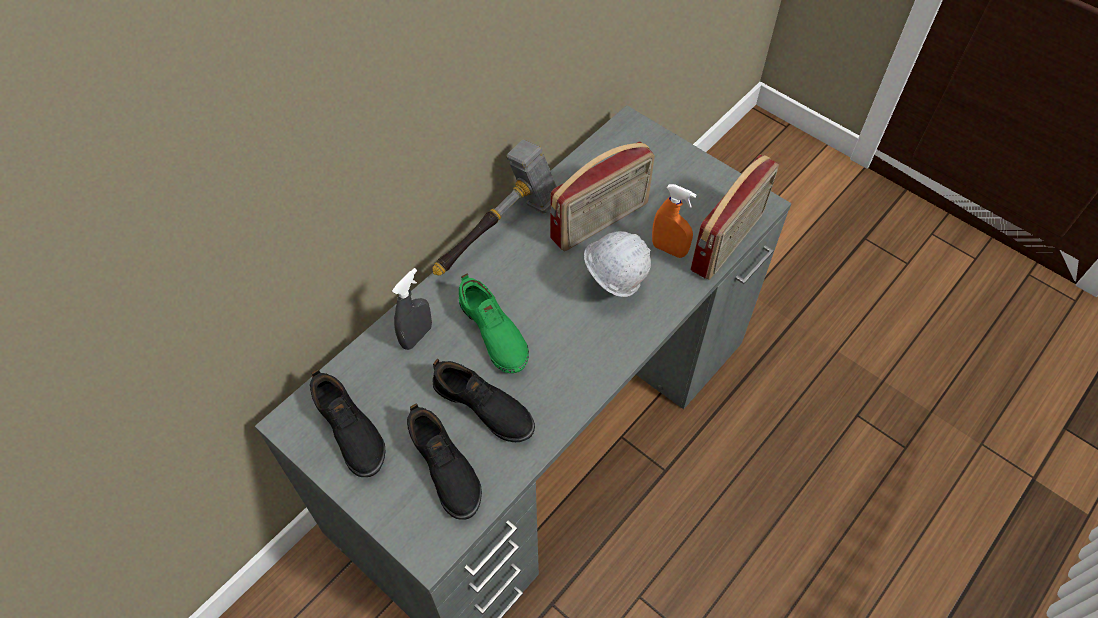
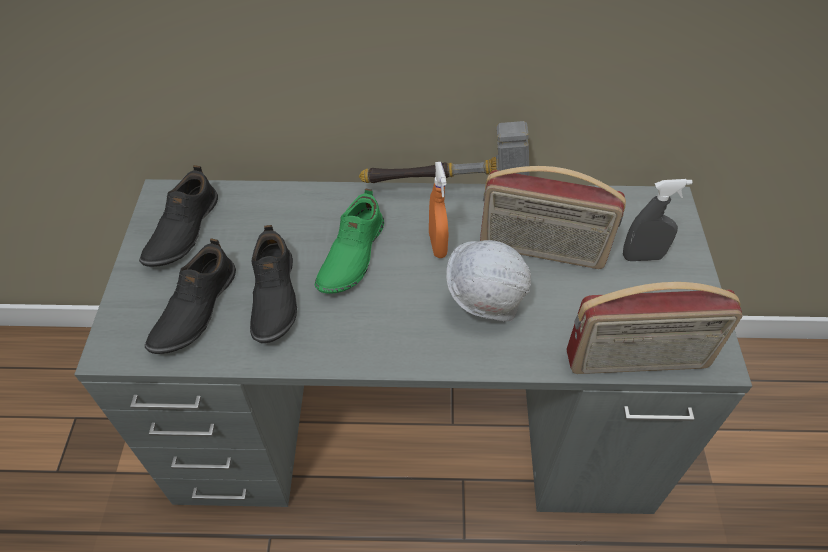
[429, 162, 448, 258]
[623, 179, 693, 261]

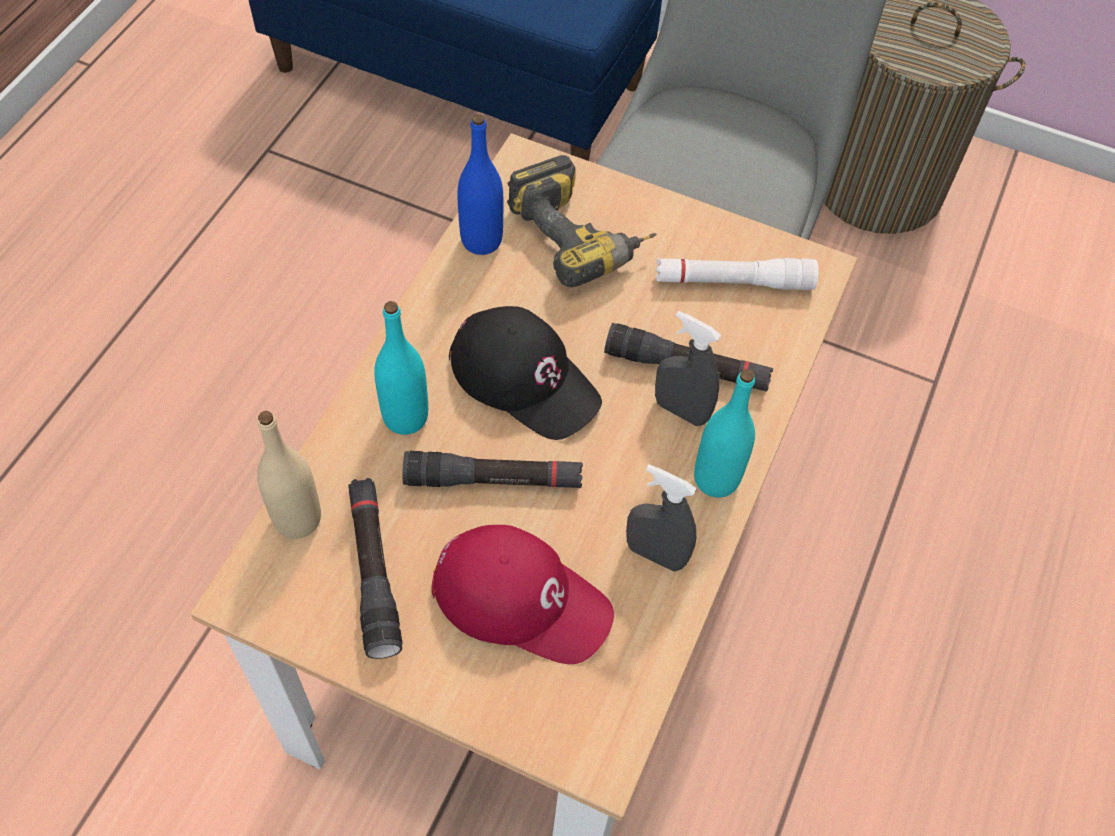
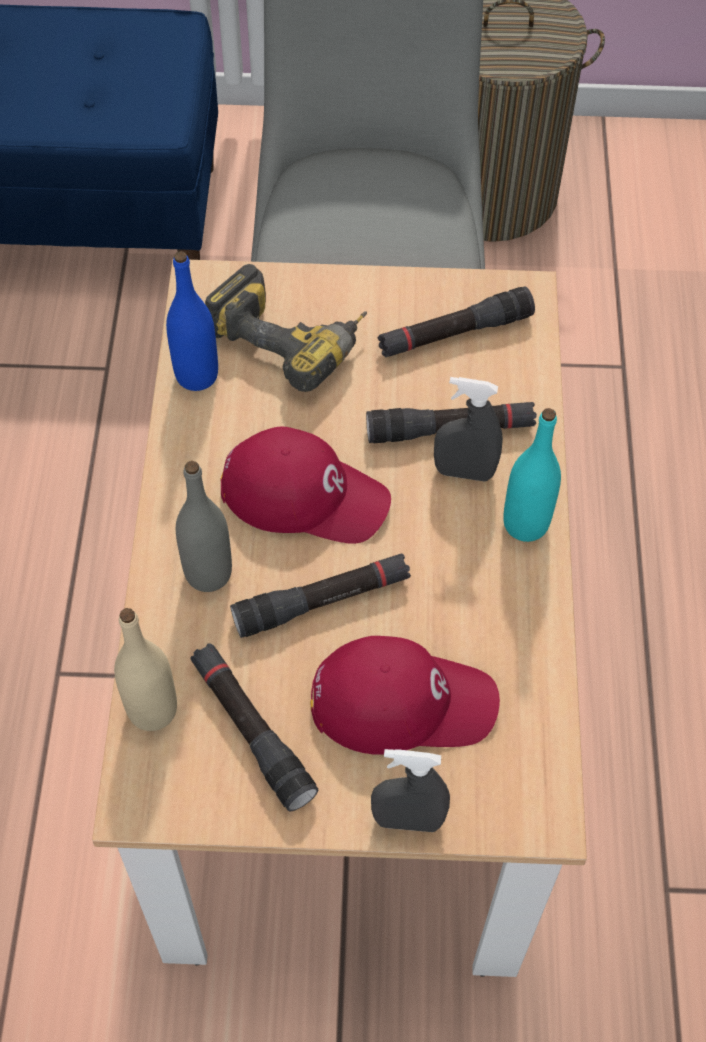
[378, 286, 535, 358]
[176, 461, 232, 592]
[221, 426, 391, 544]
[371, 749, 450, 832]

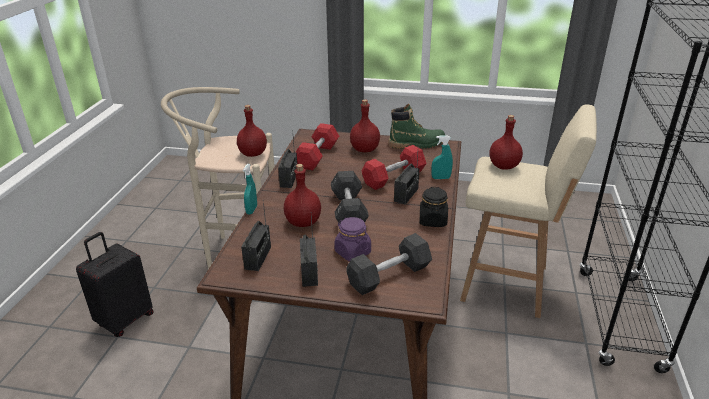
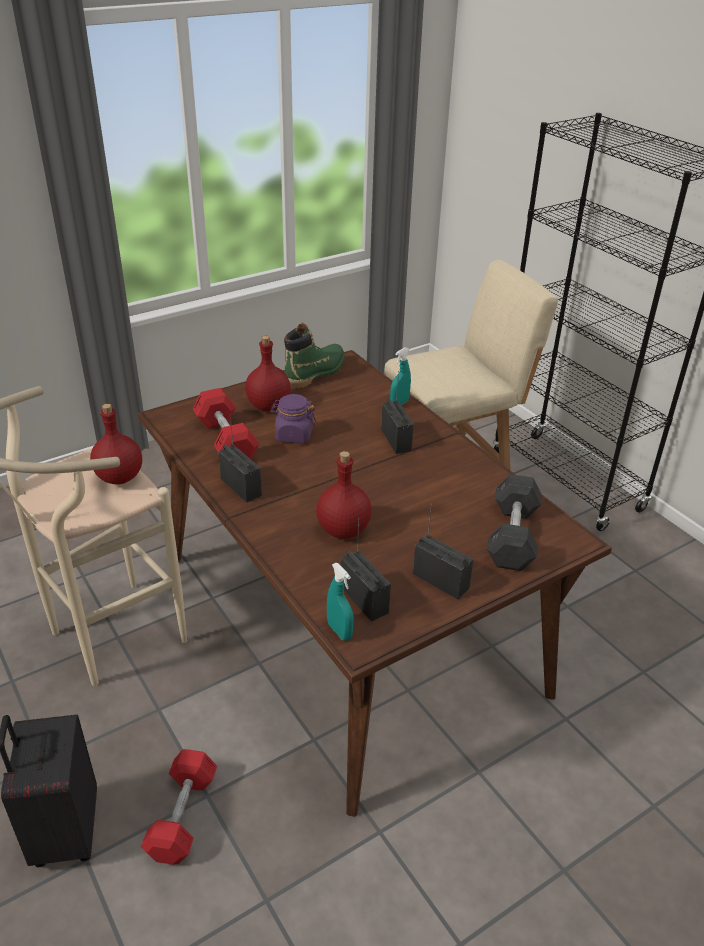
[489, 115, 523, 170] (first image)
[141, 749, 217, 865]
[327, 563, 354, 641]
[331, 171, 369, 224] (first image)
[420, 187, 448, 227] (first image)
[270, 394, 316, 443]

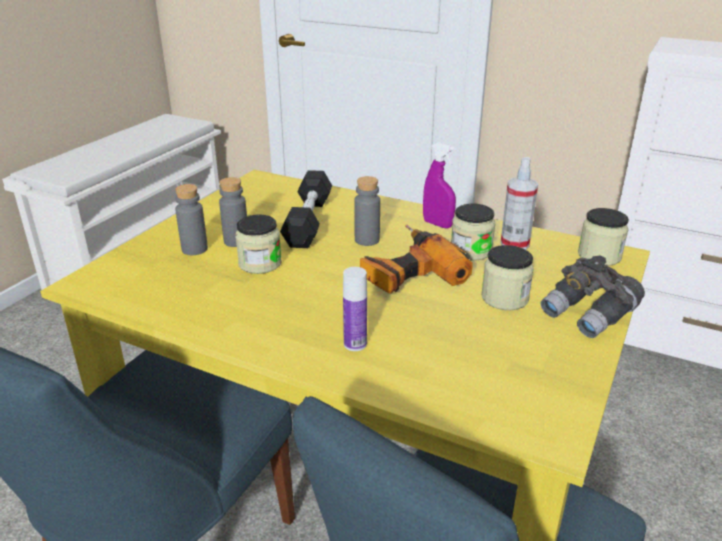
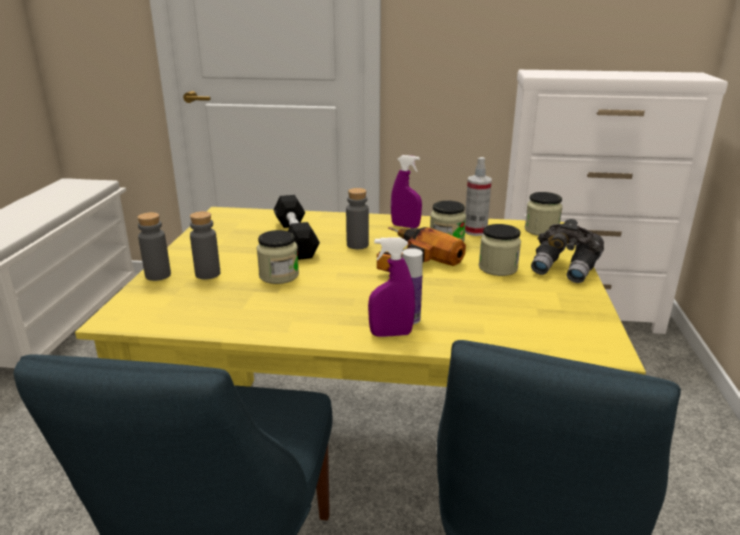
[137, 212, 171, 281]
[368, 237, 415, 337]

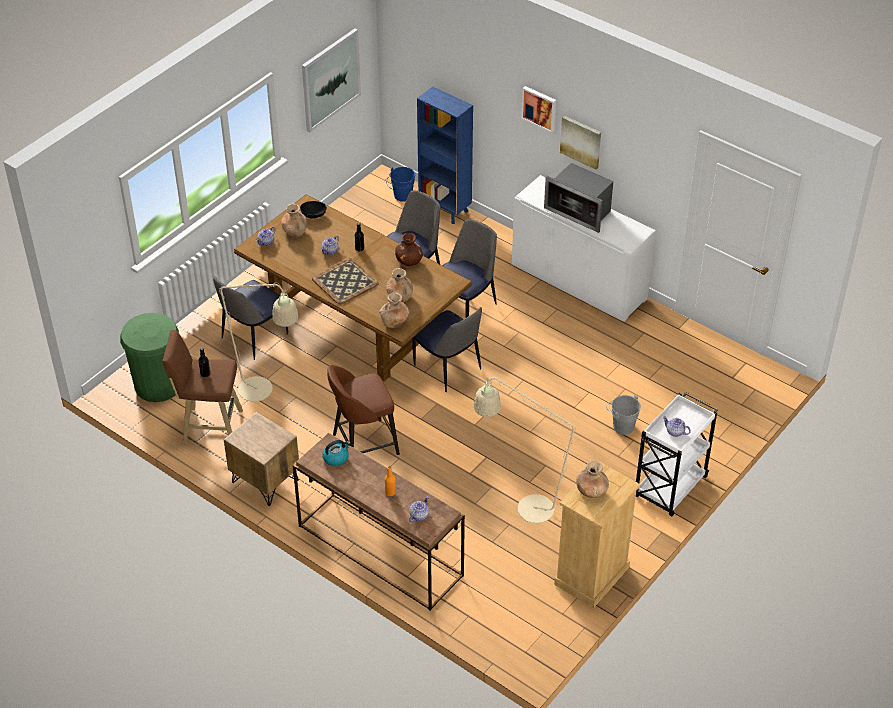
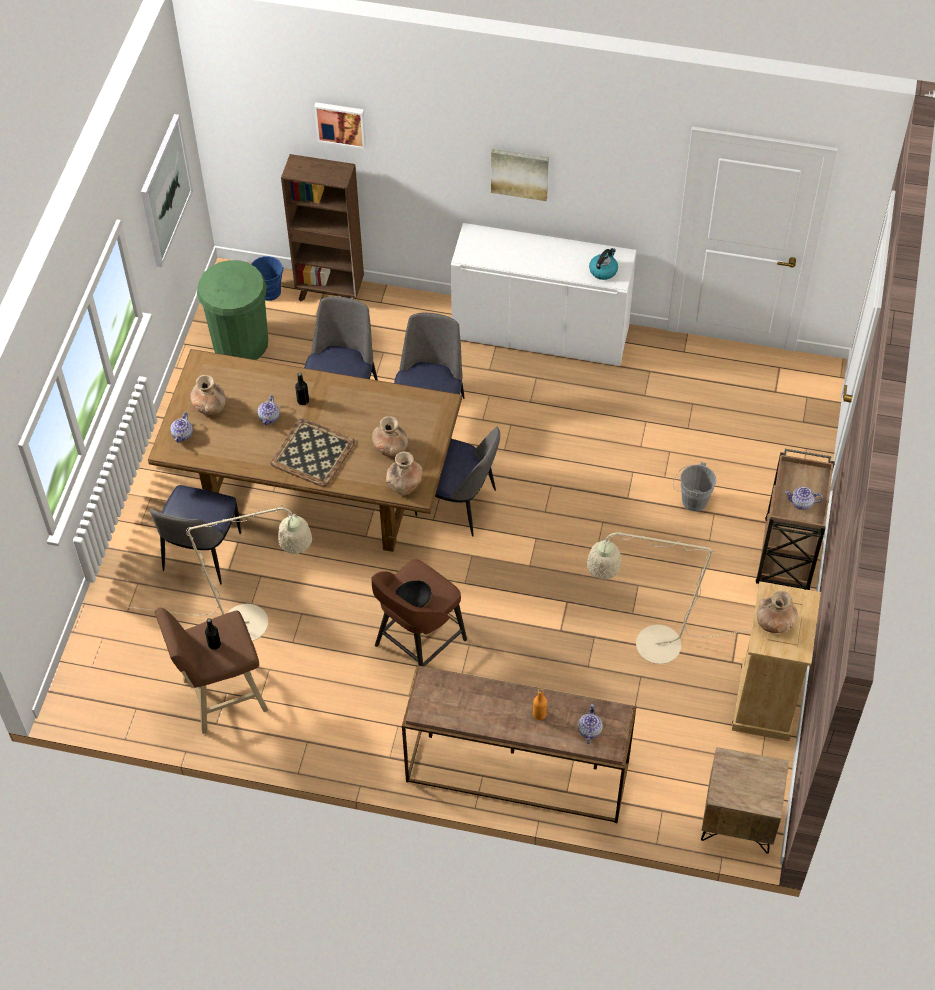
[281, 154, 364, 301]
[314, 102, 366, 149]
[544, 163, 613, 233] (first image)
[395, 580, 431, 608]
[395, 233, 423, 266] (first image)
[197, 260, 268, 360]
[756, 449, 835, 590]
[701, 747, 789, 853]
[589, 248, 618, 280]

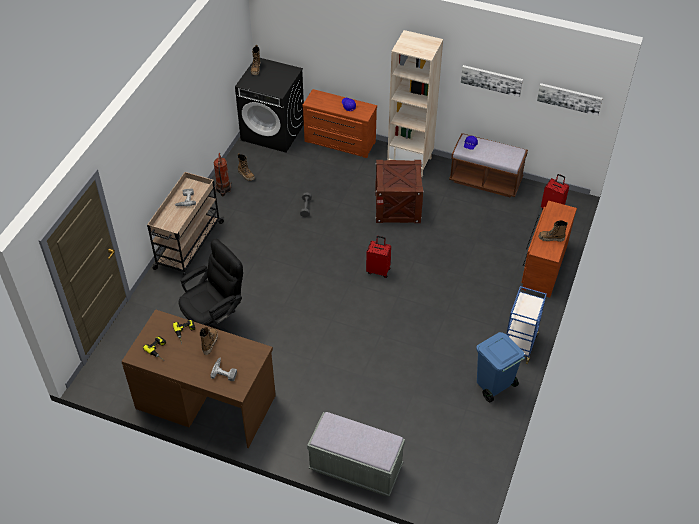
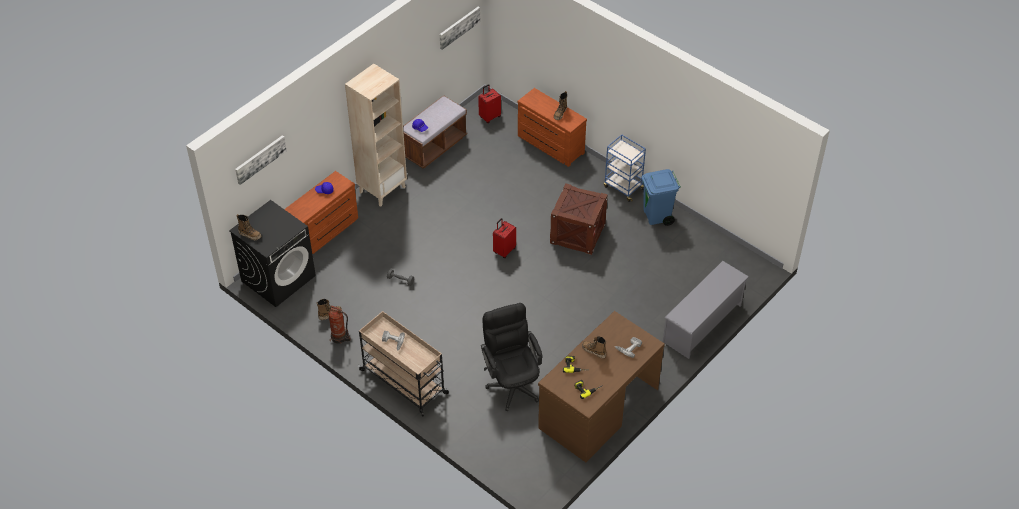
[235, 135, 287, 185]
[550, 183, 608, 255]
[663, 261, 749, 359]

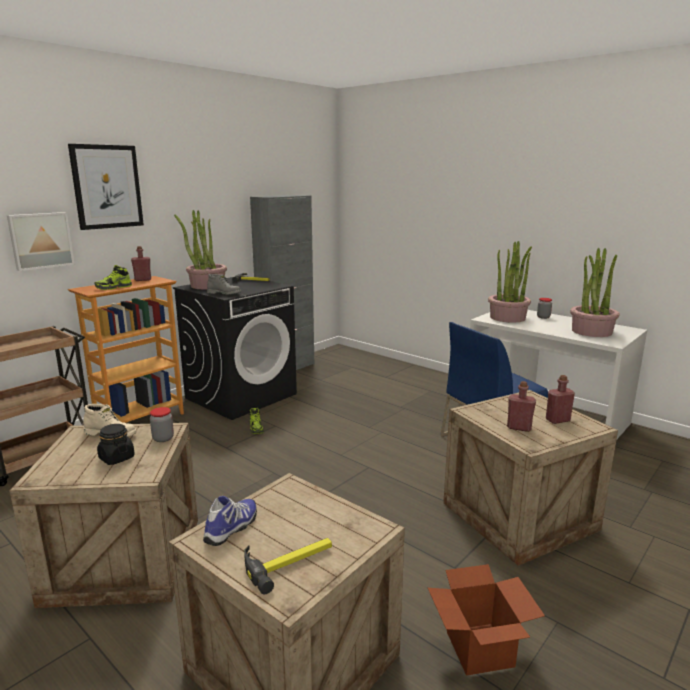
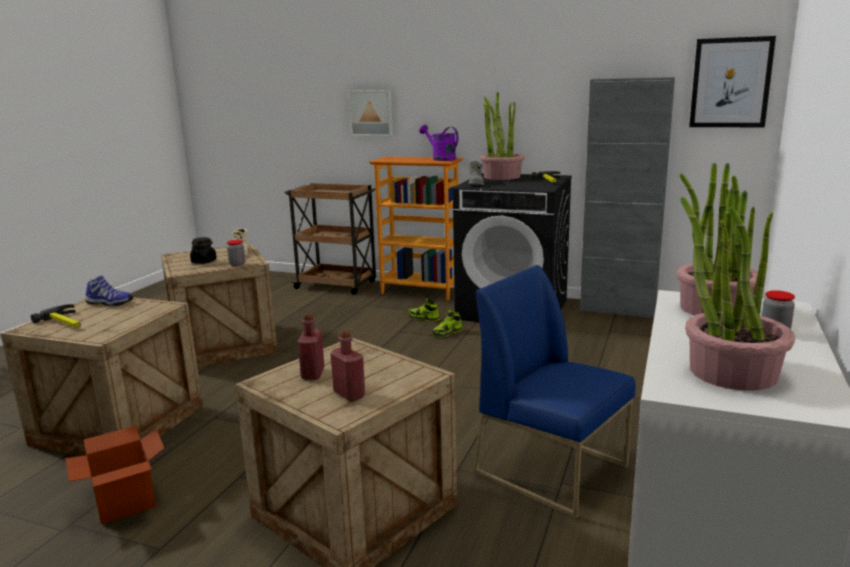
[689, 36, 776, 127]
[419, 125, 459, 161]
[408, 298, 440, 322]

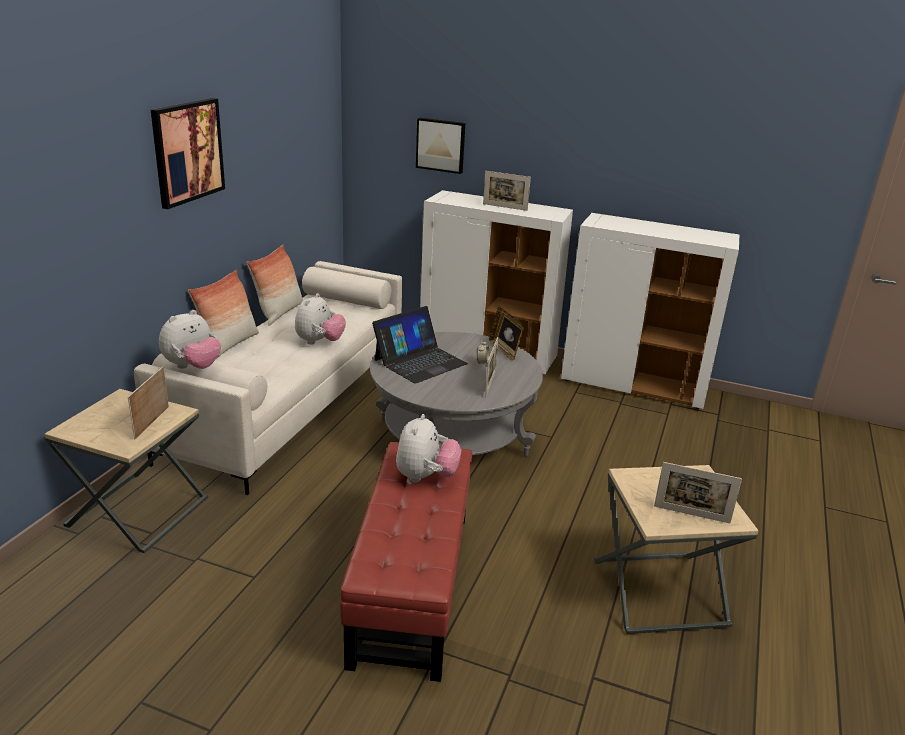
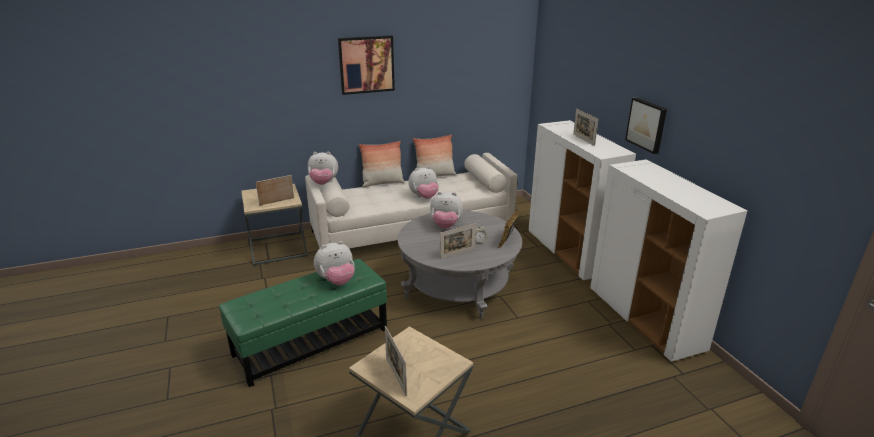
[625, 98, 667, 154]
[430, 192, 463, 229]
[219, 259, 387, 387]

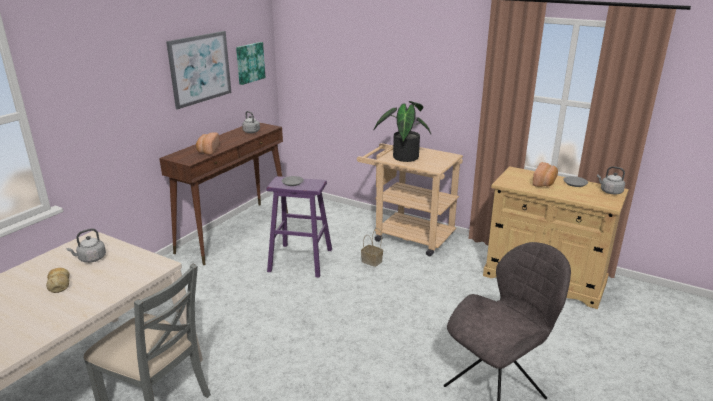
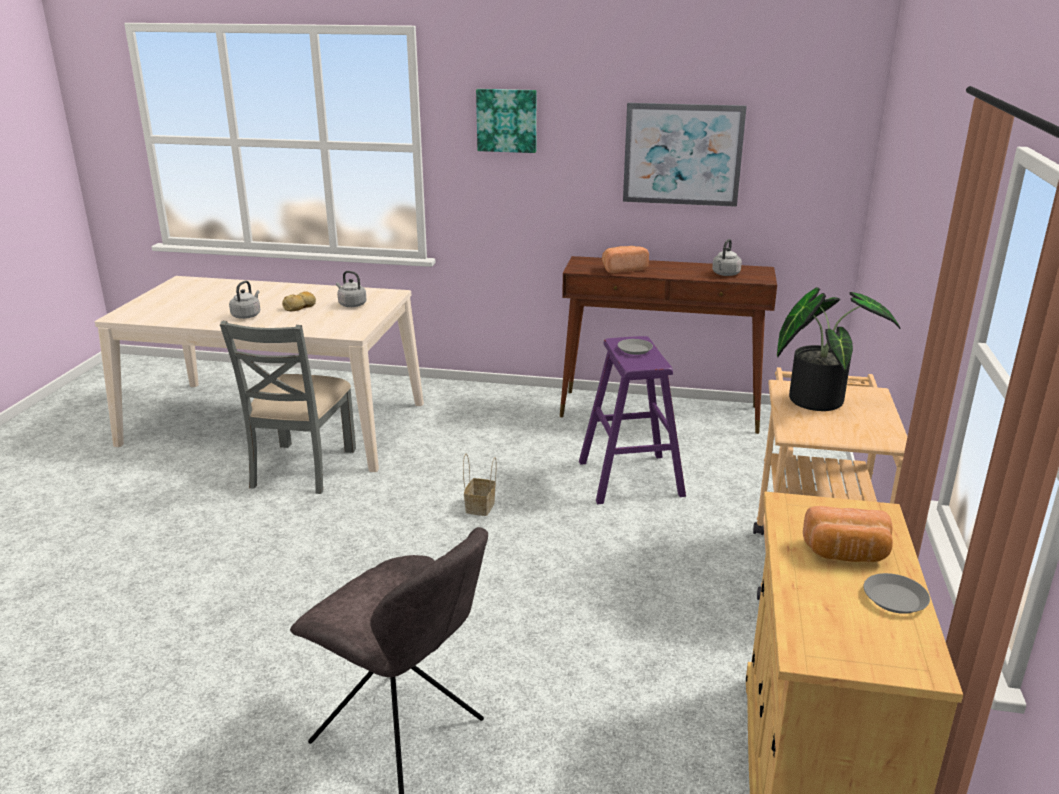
[476, 89, 537, 153]
[229, 281, 260, 319]
[463, 454, 497, 516]

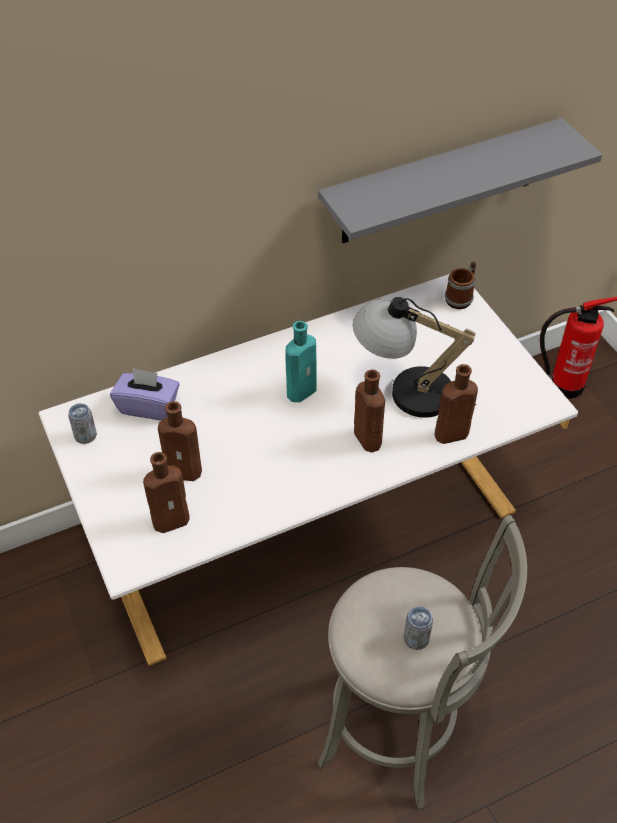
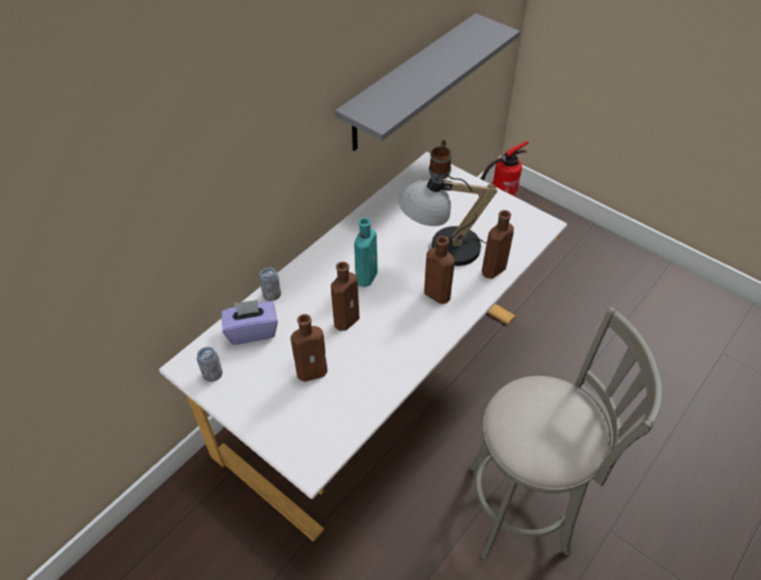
[331, 262, 360, 331]
[259, 268, 281, 301]

